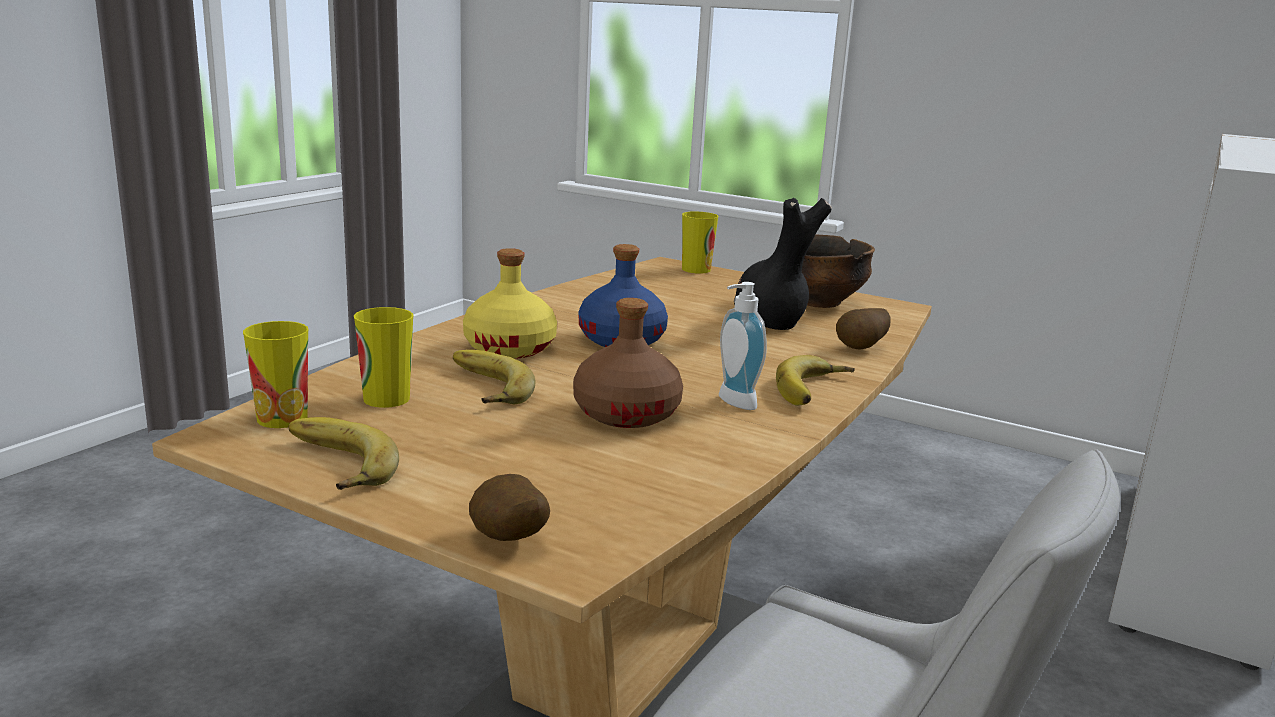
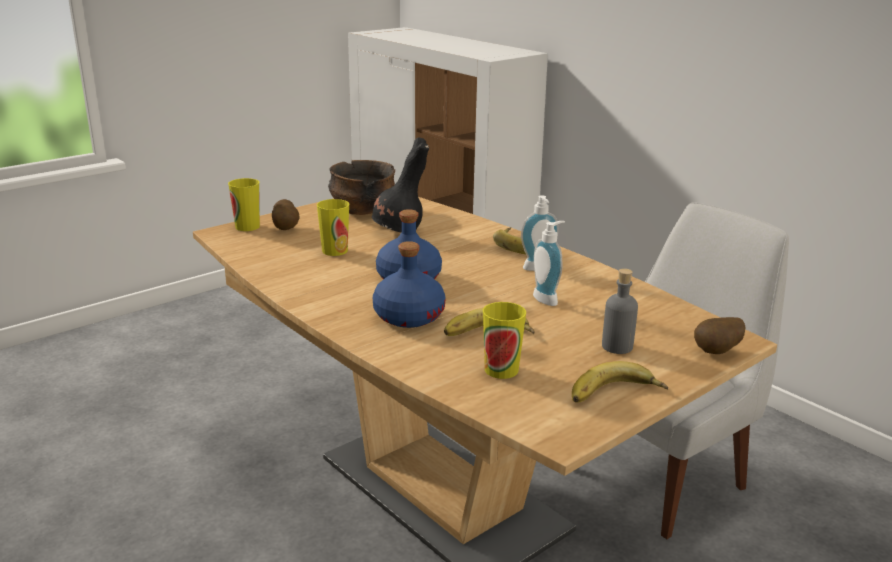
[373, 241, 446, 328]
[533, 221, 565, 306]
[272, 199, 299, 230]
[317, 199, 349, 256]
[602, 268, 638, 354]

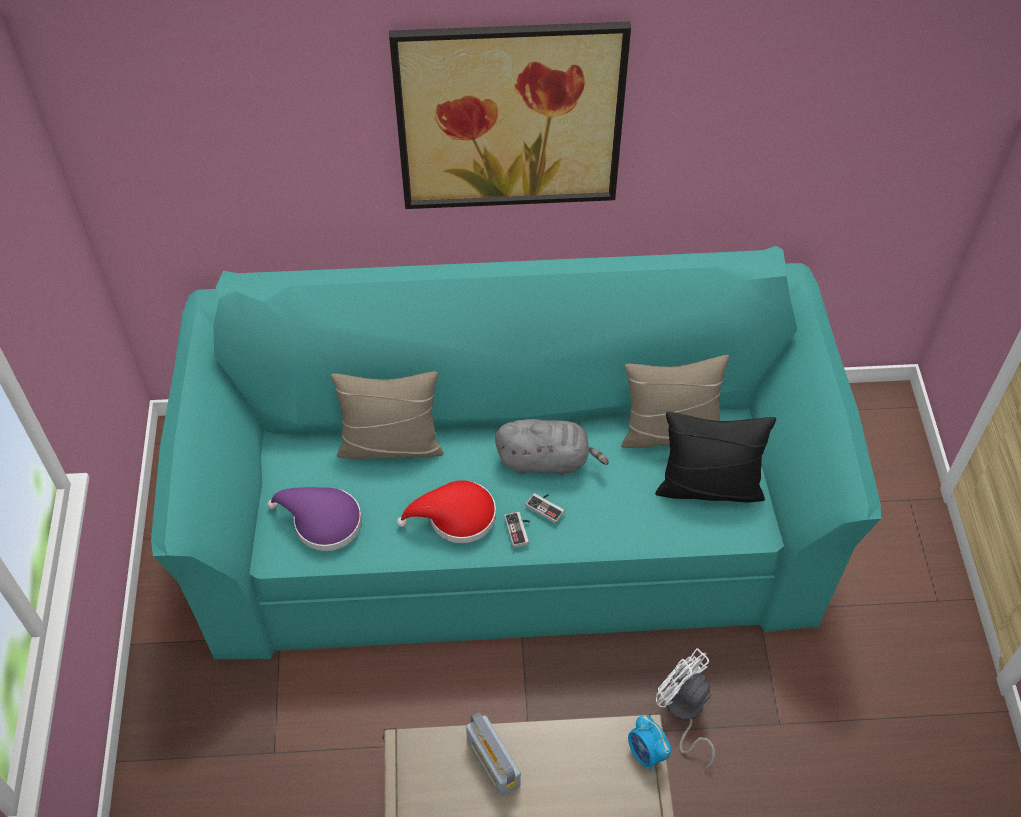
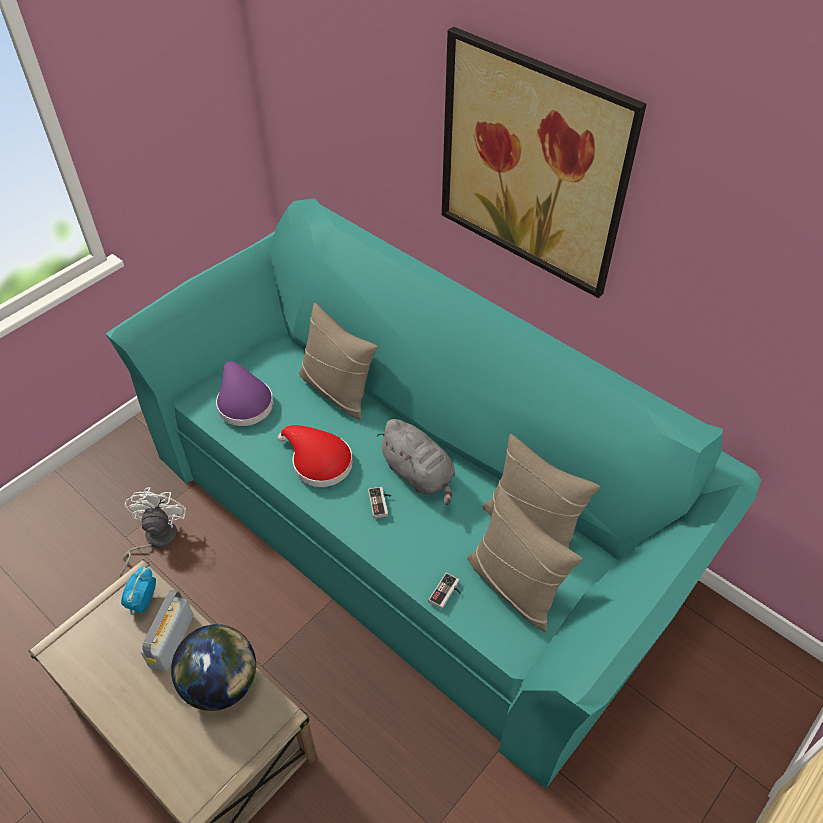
[467, 488, 582, 632]
[428, 572, 461, 609]
[120, 487, 186, 577]
[121, 566, 156, 615]
[171, 624, 256, 711]

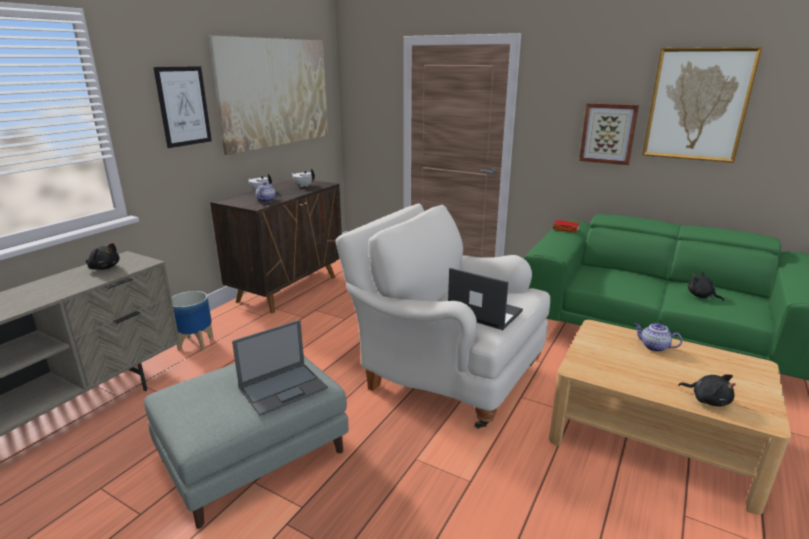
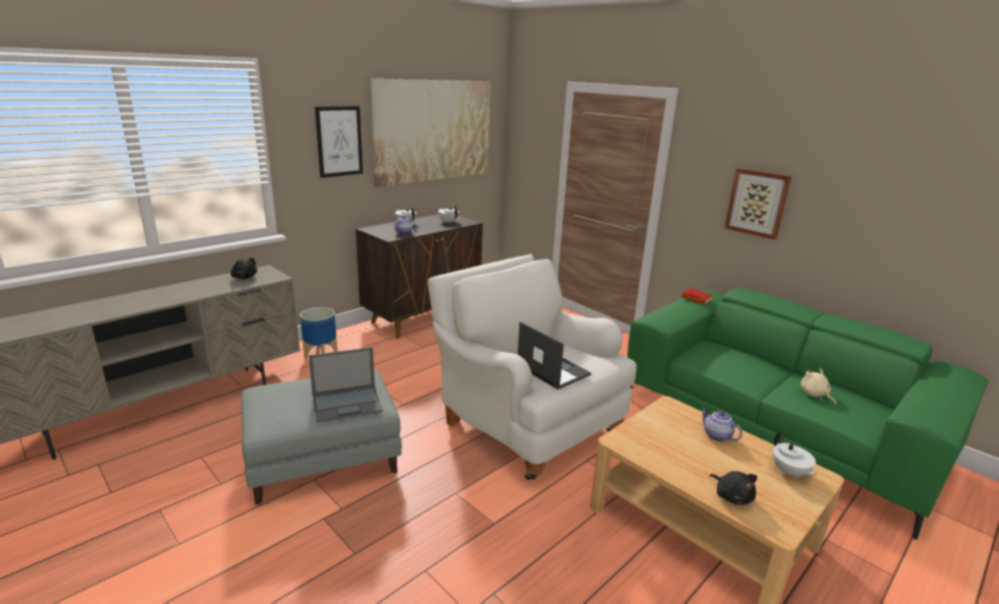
[642, 47, 762, 163] (first image)
[801, 368, 836, 404]
[772, 432, 818, 479]

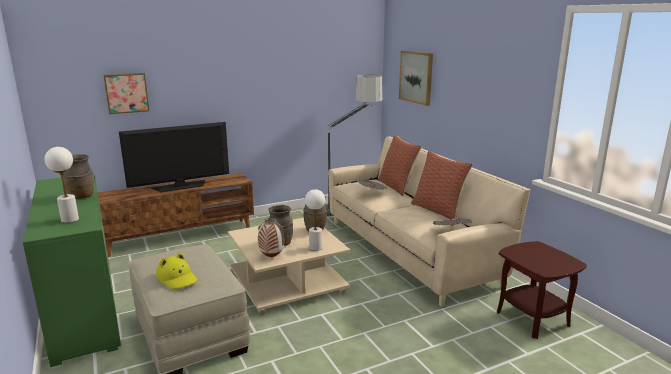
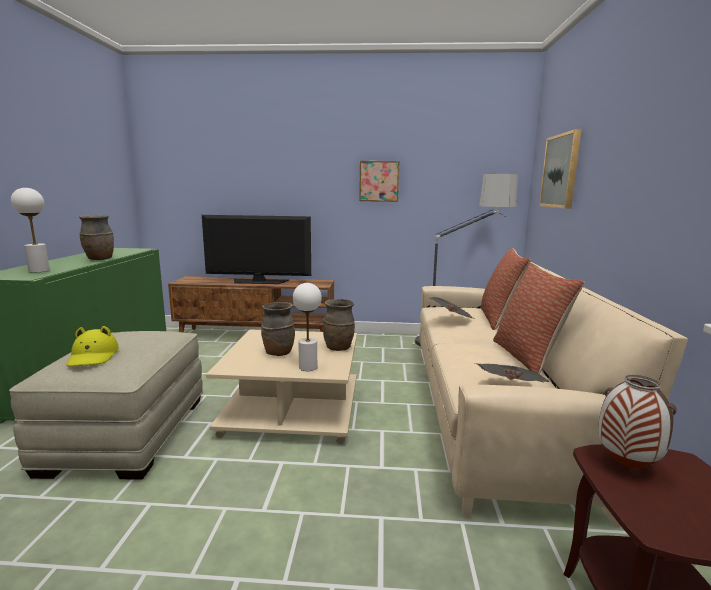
[359, 161, 399, 202]
[598, 375, 676, 468]

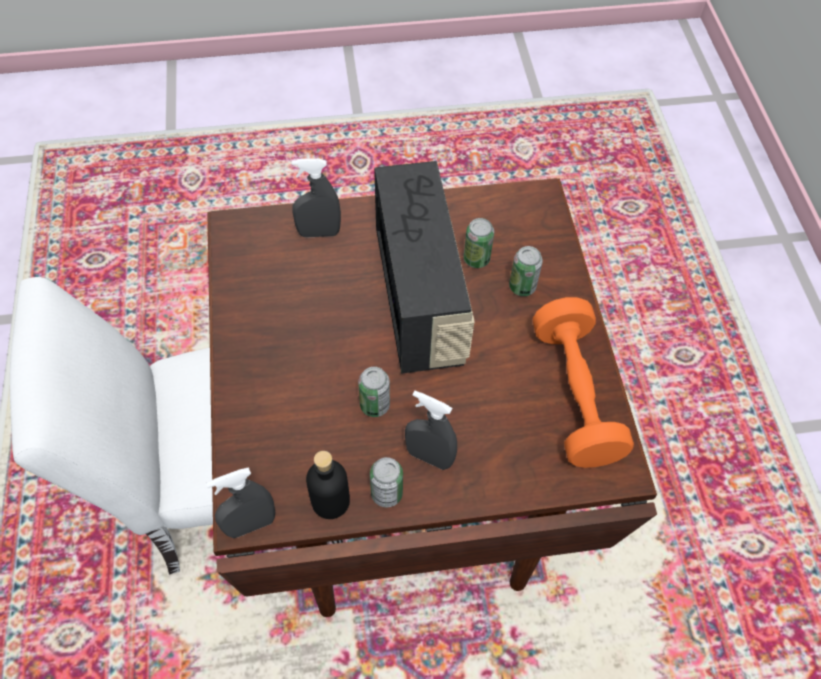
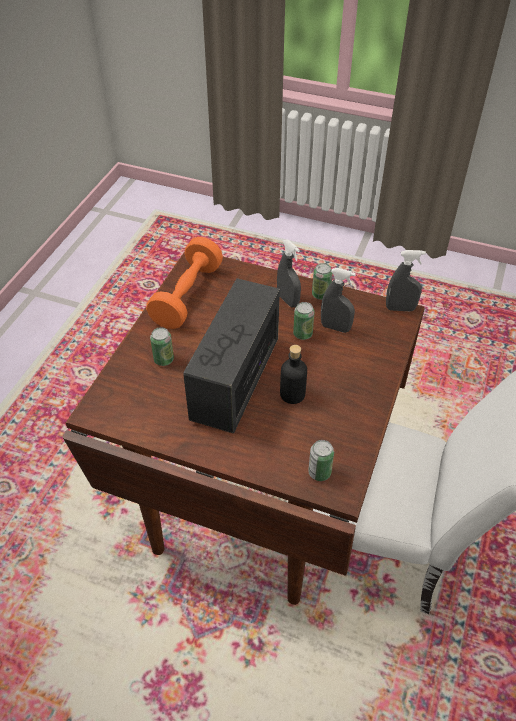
[321, 268, 356, 333]
[308, 440, 334, 481]
[280, 345, 307, 404]

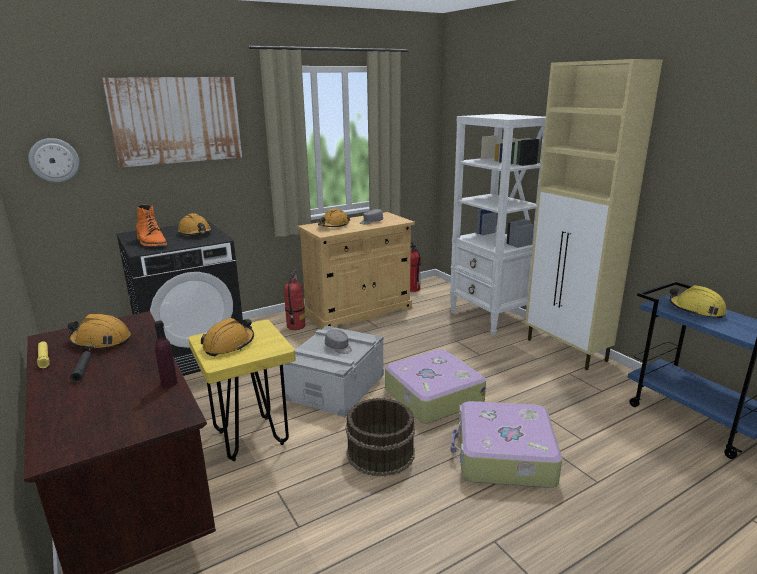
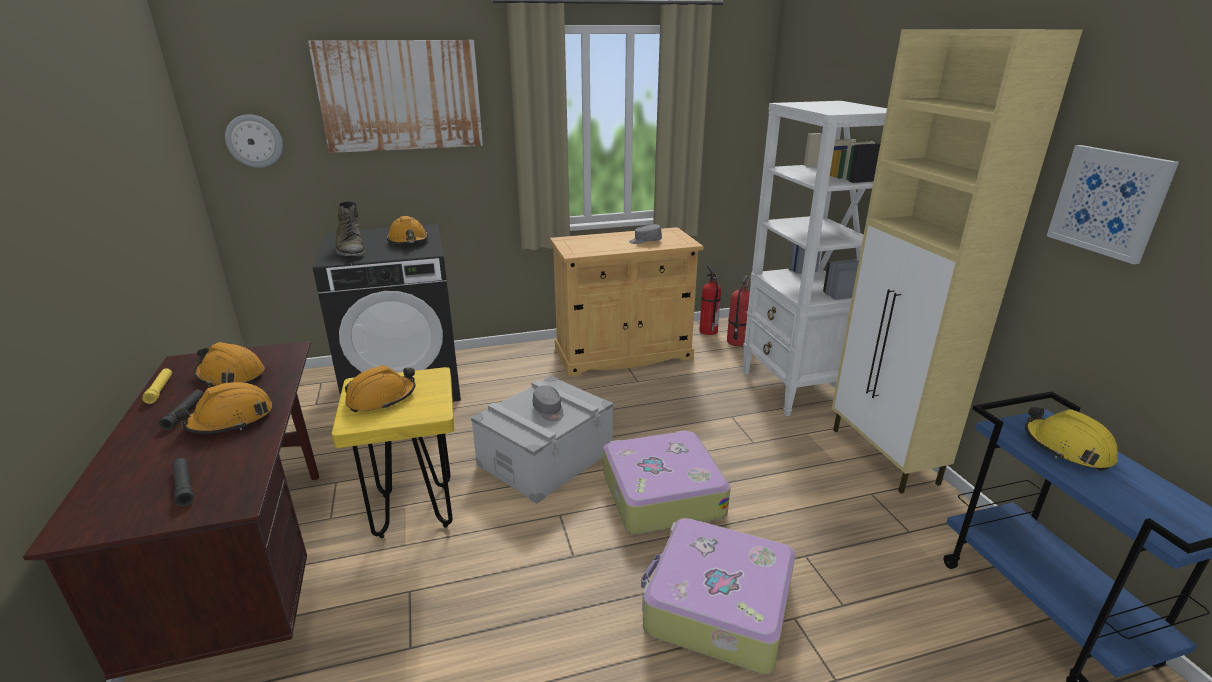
[336, 201, 365, 256]
[174, 382, 272, 434]
[727, 275, 750, 346]
[154, 321, 178, 388] (first image)
[345, 398, 415, 477] (first image)
[1047, 145, 1179, 264]
[173, 458, 194, 506]

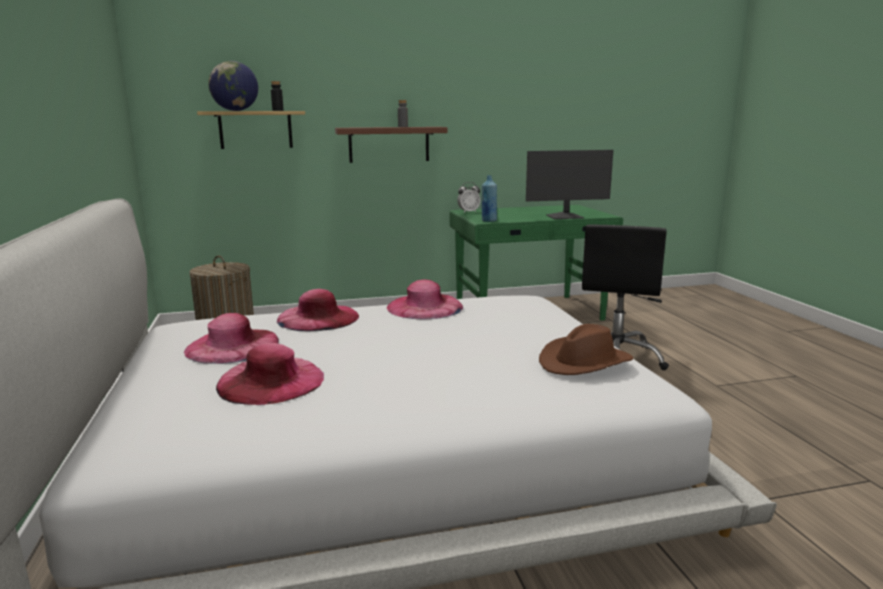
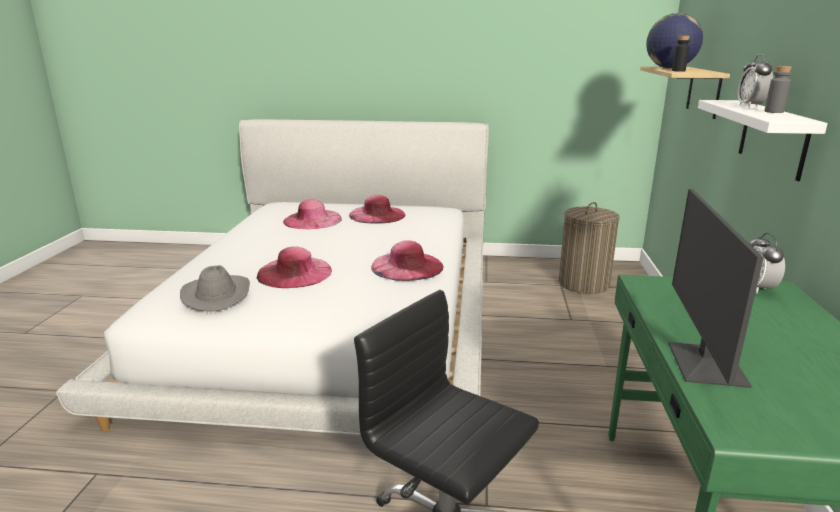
[698, 100, 828, 181]
[482, 175, 497, 222] (first image)
[257, 246, 332, 288]
[180, 265, 250, 311]
[738, 54, 773, 107]

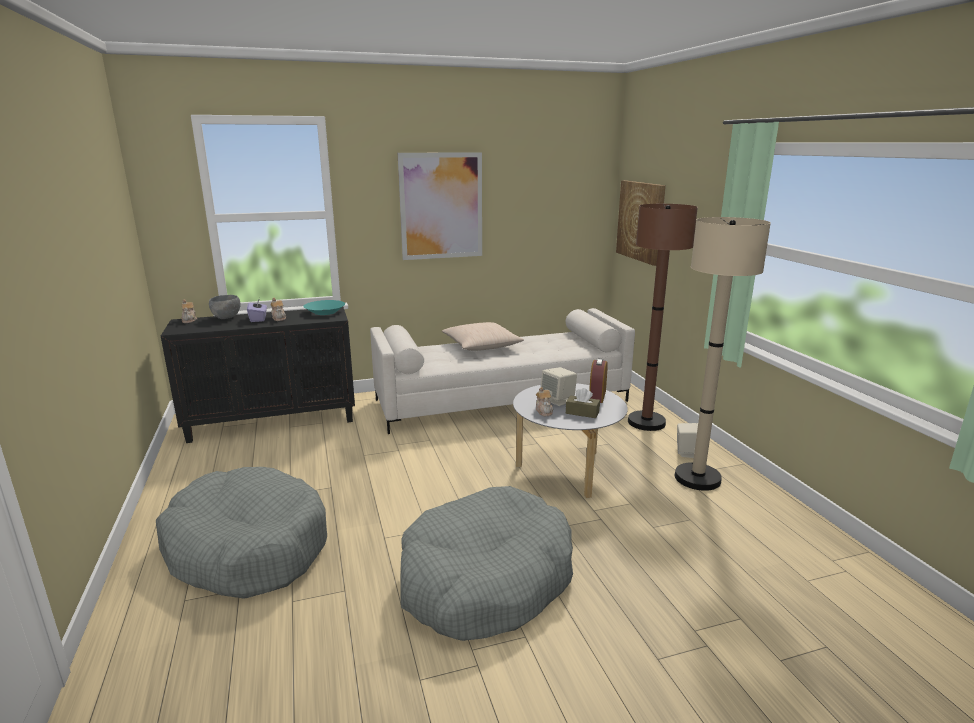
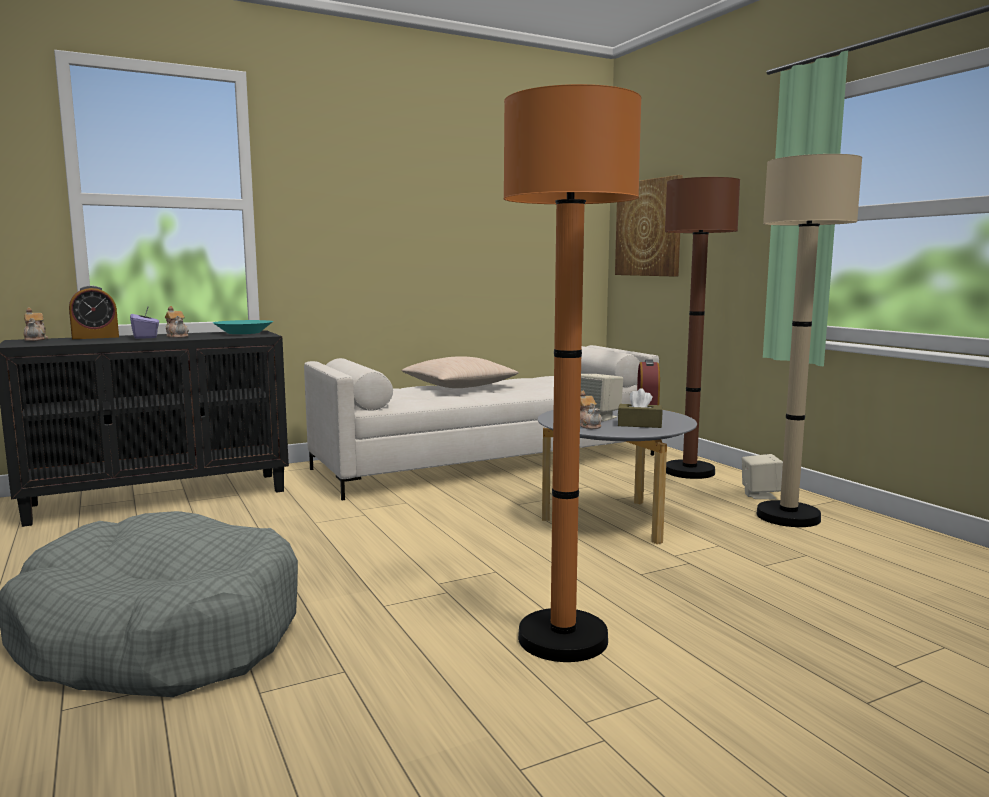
[398, 152, 482, 260] (first image)
[69, 285, 119, 339]
[503, 84, 641, 662]

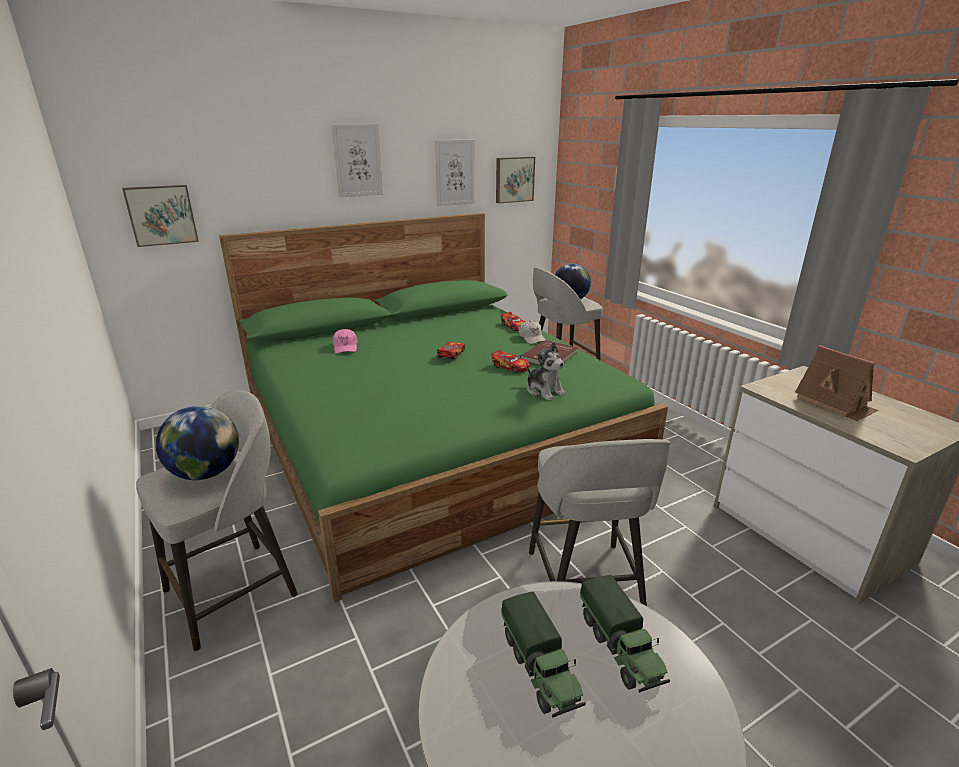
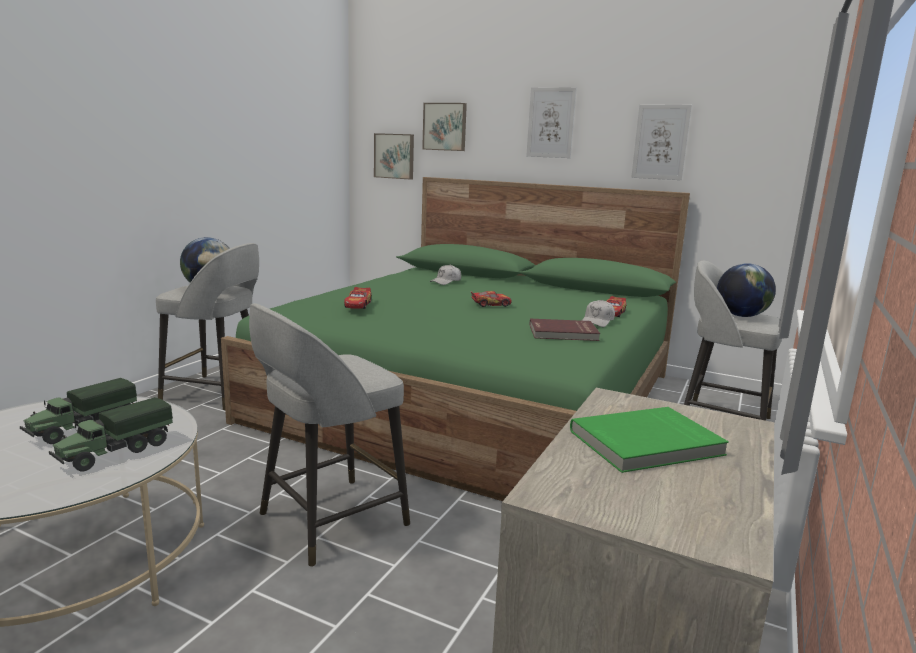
[422, 103, 467, 151]
[430, 265, 461, 285]
[526, 342, 566, 401] (first image)
[570, 407, 729, 473]
[344, 287, 372, 309]

